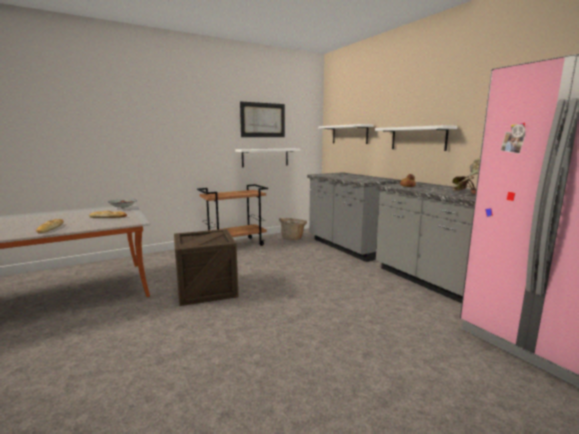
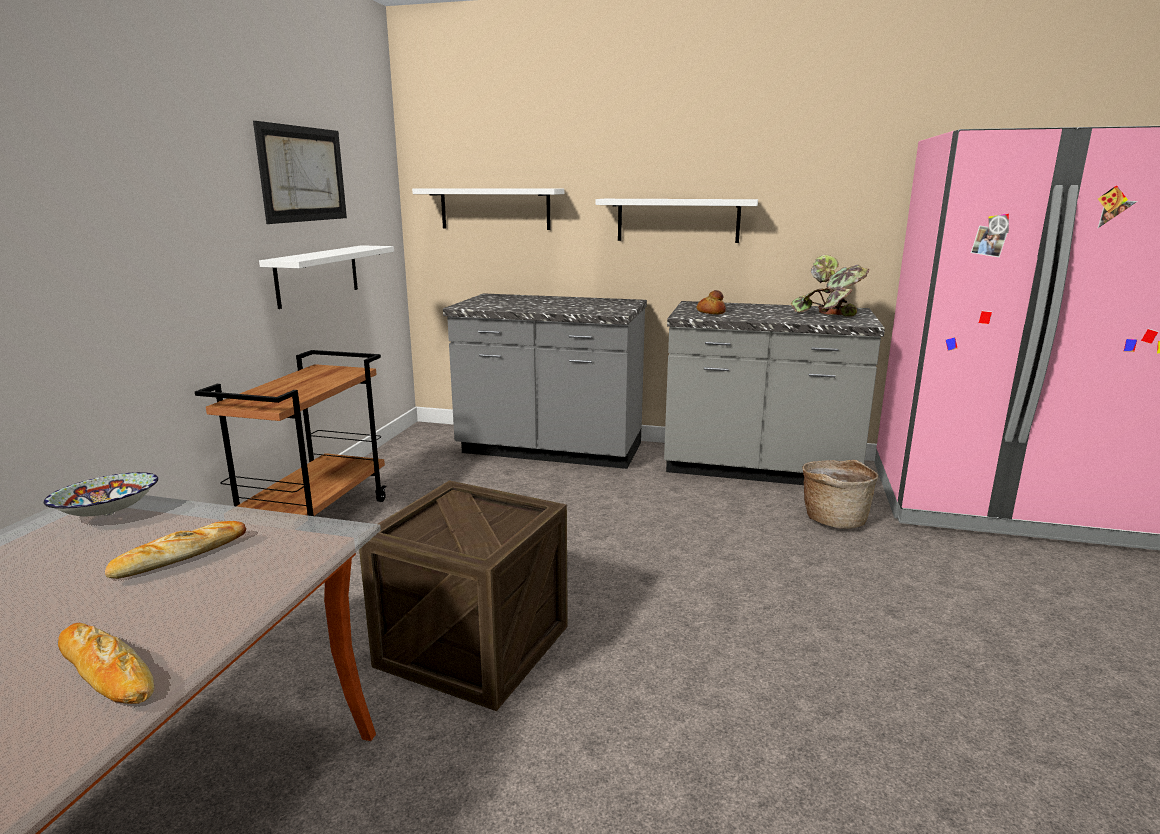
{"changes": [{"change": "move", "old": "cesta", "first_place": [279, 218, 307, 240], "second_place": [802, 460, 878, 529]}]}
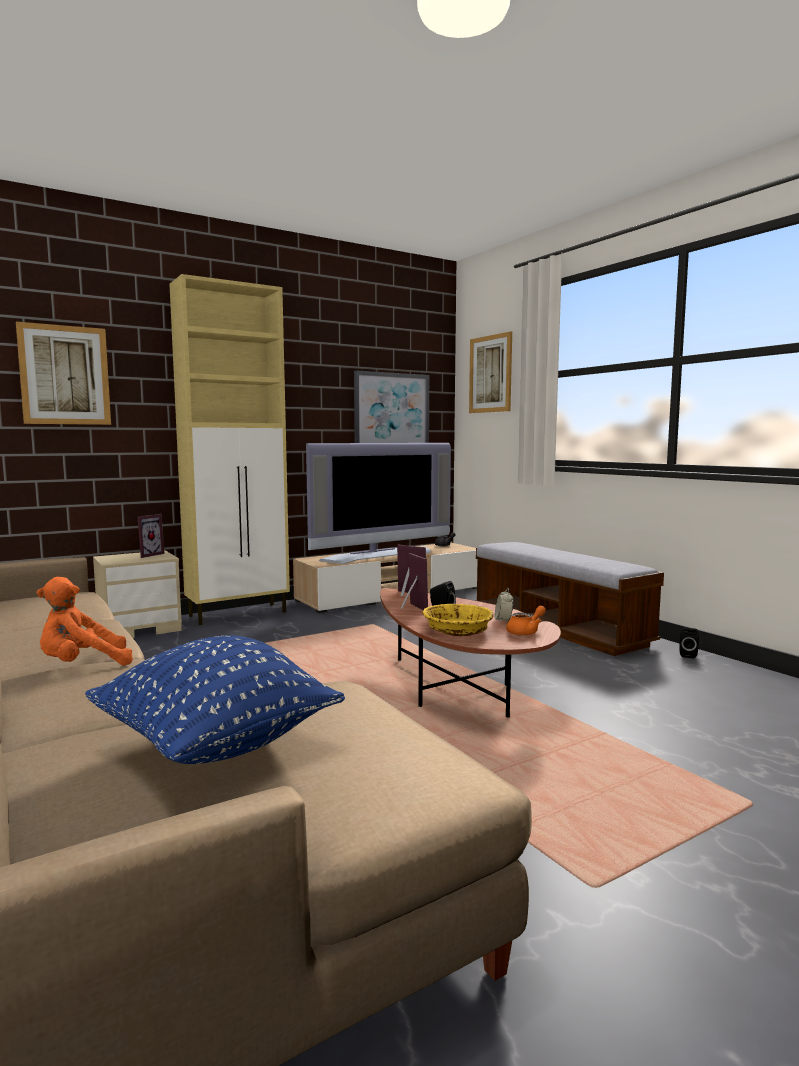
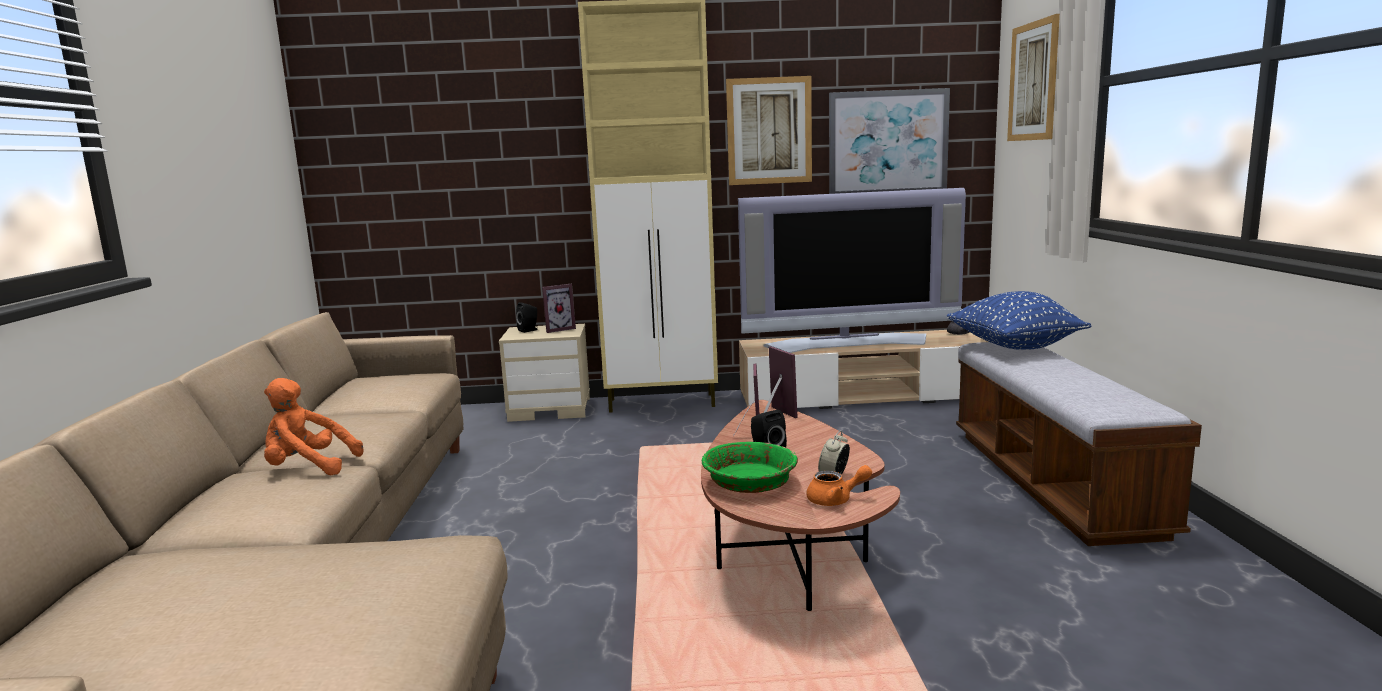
{"changes": [{"change": "move", "old": "cuadro", "first_place": [16, 322, 111, 425], "second_place": [726, 76, 812, 185]}, {"change": "move", "old": "cojín (azul)", "first_place": [85, 636, 345, 764], "second_place": [947, 291, 1091, 350]}, {"change": "recolor", "old": "cuenco (amarillo)", "new": "cuenco (verde)", "first_place": [423, 604, 494, 636], "second_place": [702, 442, 798, 493]}, {"change": "move", "old": "altavoz (negro)", "first_place": [679, 628, 699, 659], "second_place": [516, 302, 538, 333]}]}
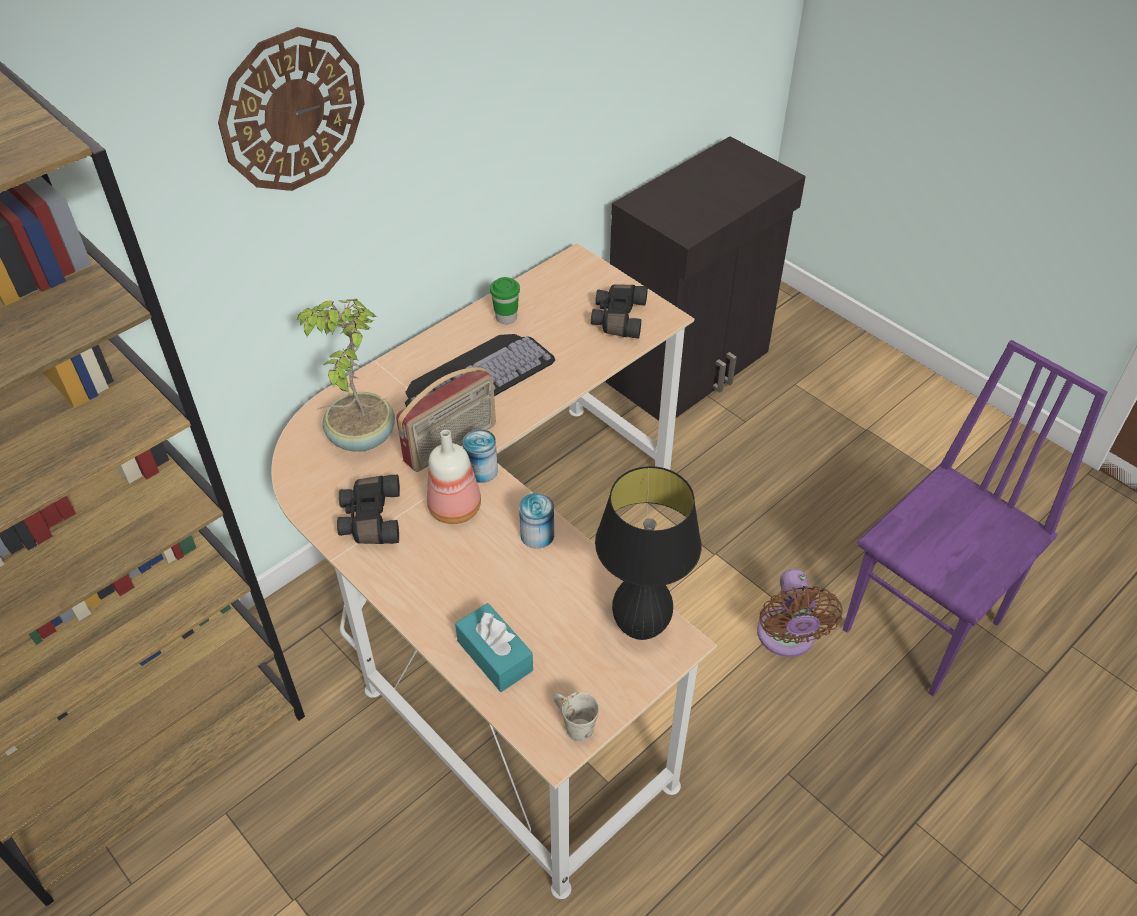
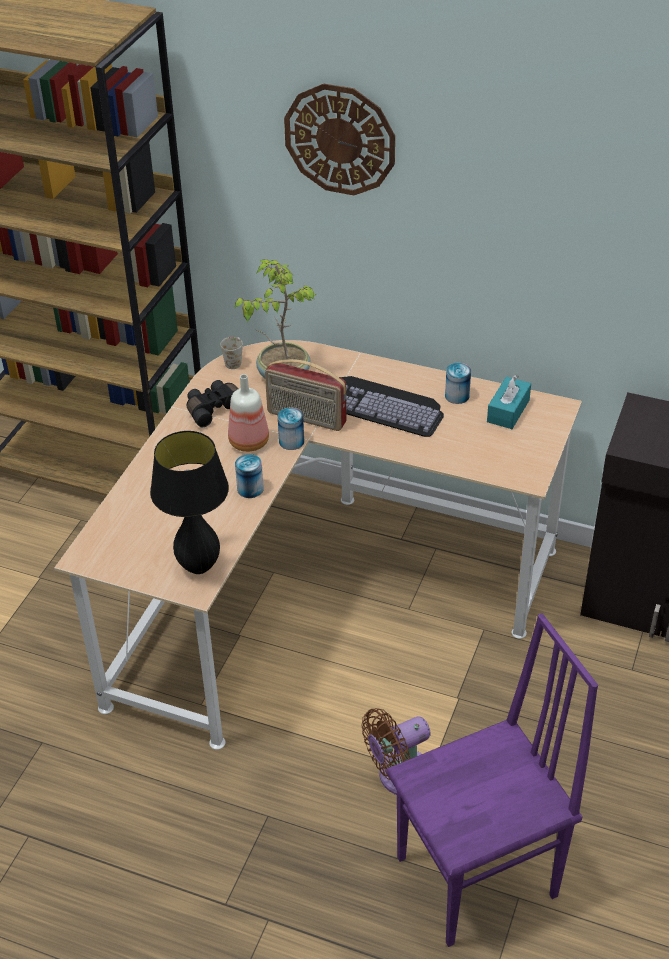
{"changes": [{"change": "move", "old": "caja de pañuelos (turquesa)", "first_place": [455, 603, 533, 692], "second_place": [487, 375, 531, 429]}, {"change": "replace", "old": "taza (verde)", "new": "lata", "first_place": [490, 277, 520, 324], "second_place": [445, 363, 471, 404]}, {"change": "move", "old": "taza grande (blanco)", "first_place": [553, 692, 599, 742], "second_place": [220, 337, 243, 369]}, {"change": "delete", "old": "prismáticos (negro)", "first_place": [591, 284, 648, 338]}, {"change": "rotate", "old": "silla (morado)", "first_place": [843, 340, 1108, 696], "second_place": [386, 613, 598, 947], "degrees": -45}]}
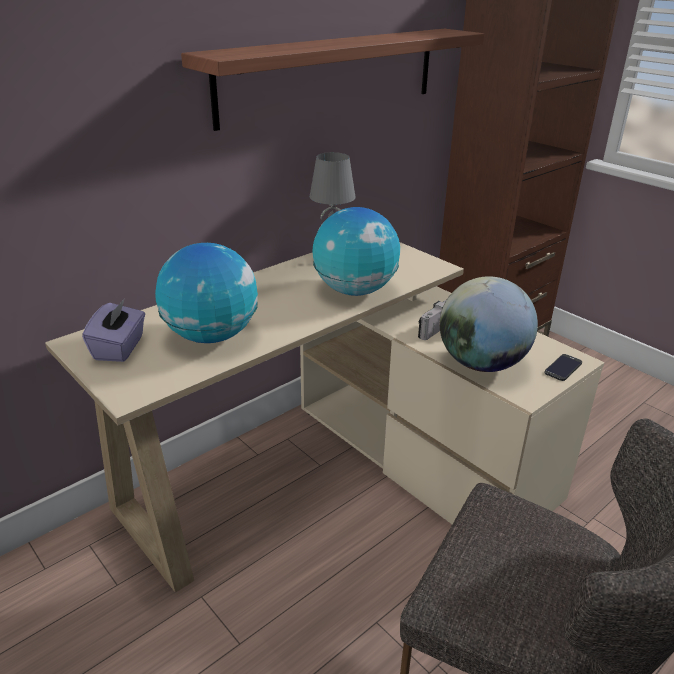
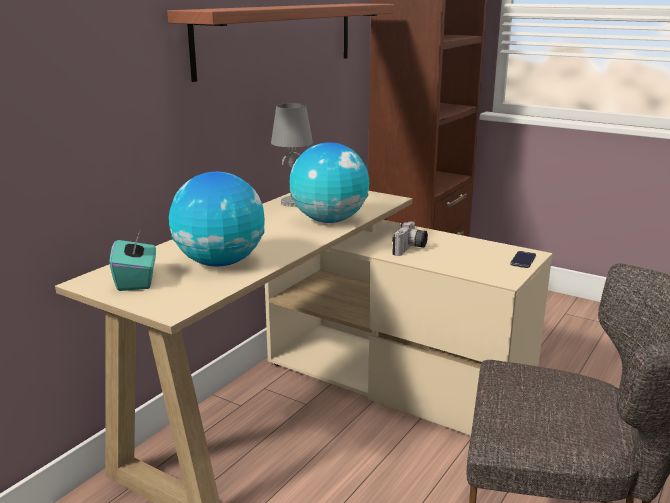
{"changes": [{"change": "recolor", "old": "caja de pañuelos (morado)", "new": "caja de pañuelos (turquesa)", "first_place": [82, 300, 145, 362], "second_place": [110, 232, 156, 291]}, {"change": "delete", "old": "globo terráqueo", "first_place": [440, 276, 538, 372]}]}
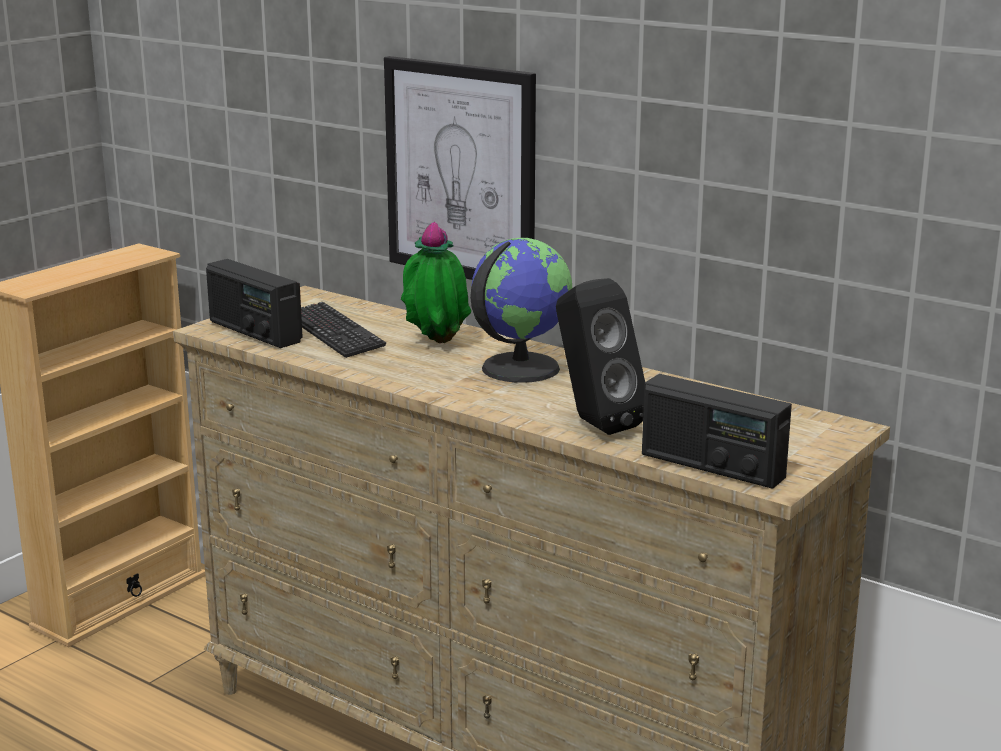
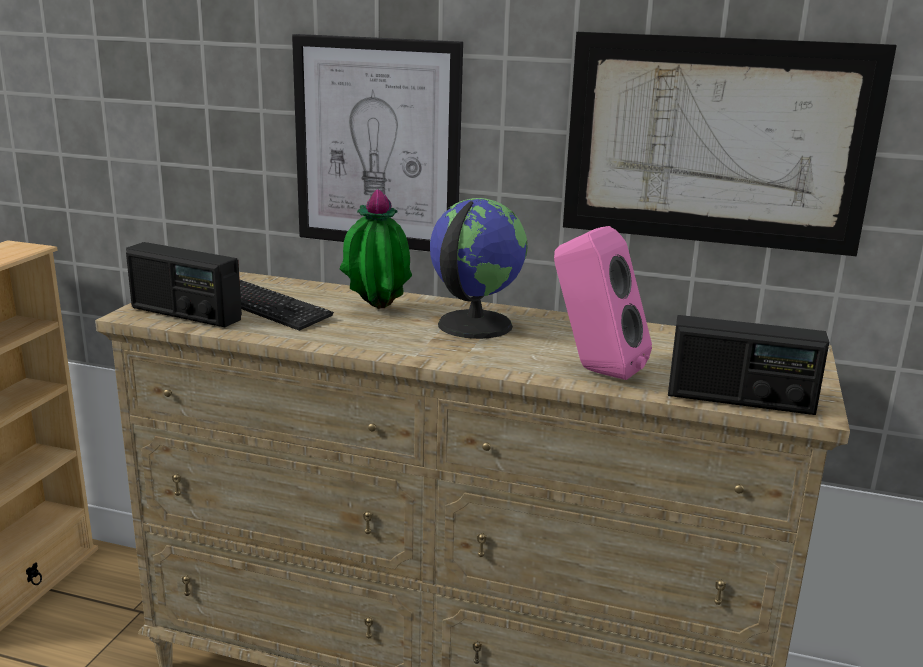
{"changes": [{"change": "recolor", "old": "altavoz (negro)", "new": "altavoz (rosa)", "first_place": [556, 278, 645, 435], "second_place": [554, 226, 652, 380]}, {"change": "insert", "new": "cuadro", "second_place": [563, 32, 897, 256]}]}
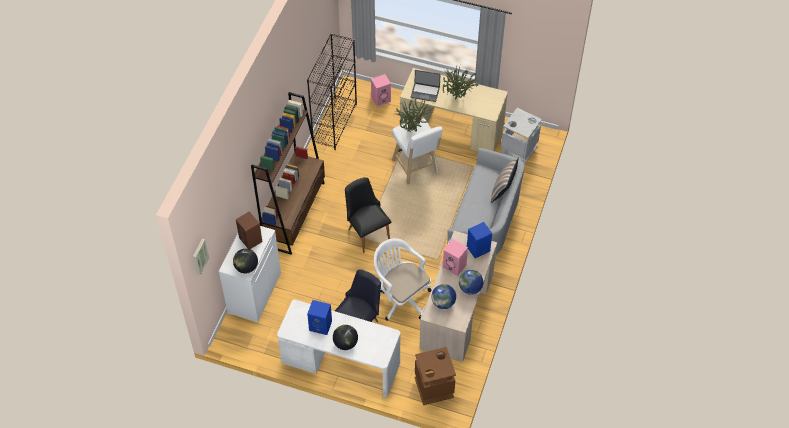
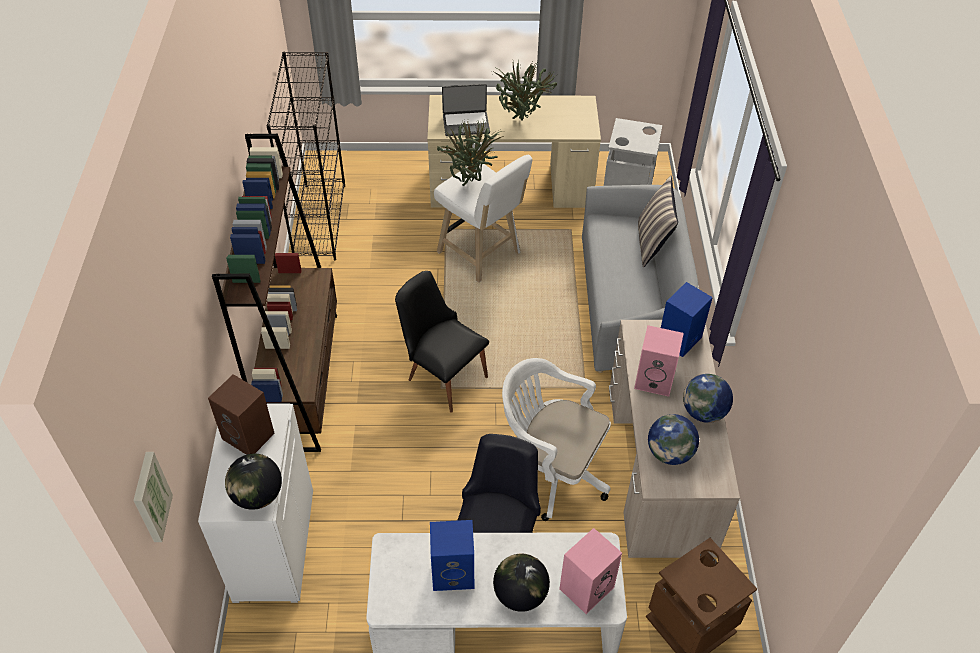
{"changes": [{"change": "move", "old": "altavoz (rosa)", "first_place": [371, 74, 391, 106], "second_place": [559, 528, 622, 614]}]}
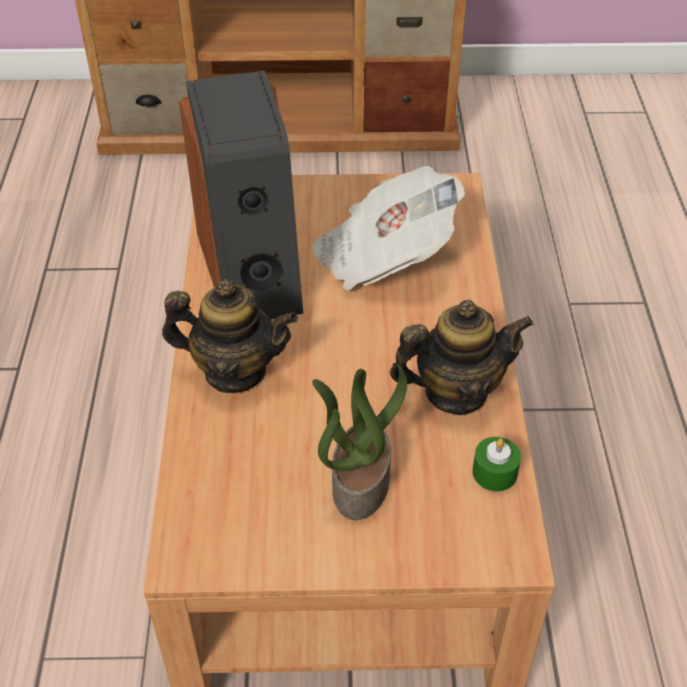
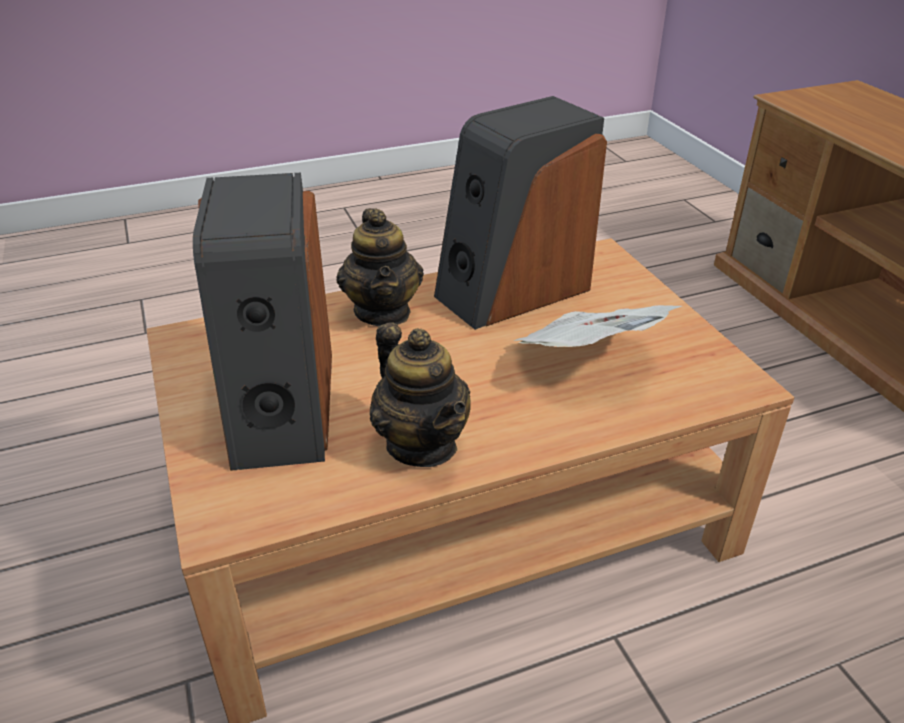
{"changes": [{"change": "replace", "old": "planta en maceta", "new": "altavoz", "first_place": [312, 365, 407, 520], "second_place": [193, 173, 332, 471]}, {"change": "delete", "old": "vela (verde)", "first_place": [472, 437, 521, 491]}]}
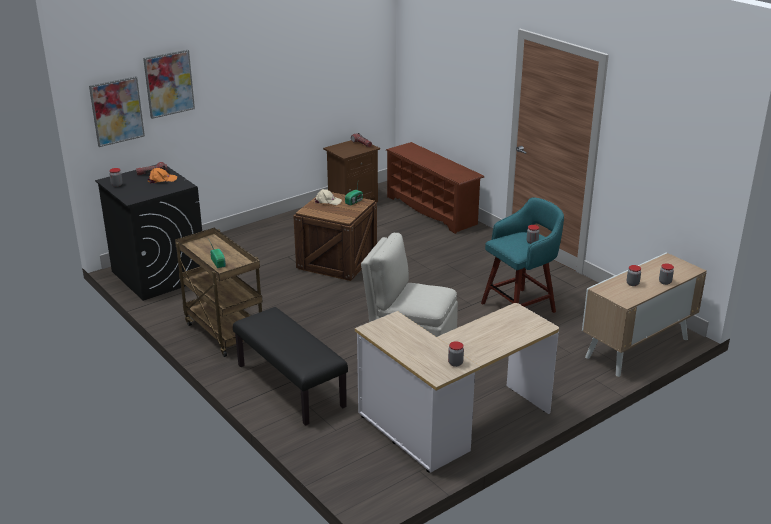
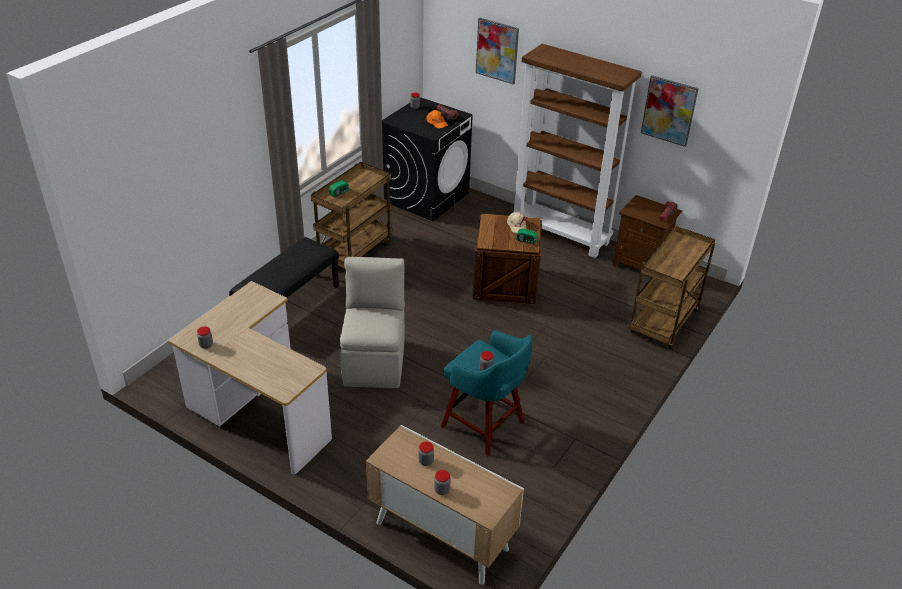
{"changes": [{"change": "move", "old": "cuadro", "first_place": [89, 76, 145, 147], "second_place": [641, 75, 699, 147]}, {"change": "replace", "old": "zapatero (marrón)", "new": "carrito (marrón)", "first_place": [386, 142, 484, 234], "second_place": [630, 226, 716, 349]}, {"change": "insert", "new": "estantería (marrón)", "second_place": [513, 44, 642, 258]}]}
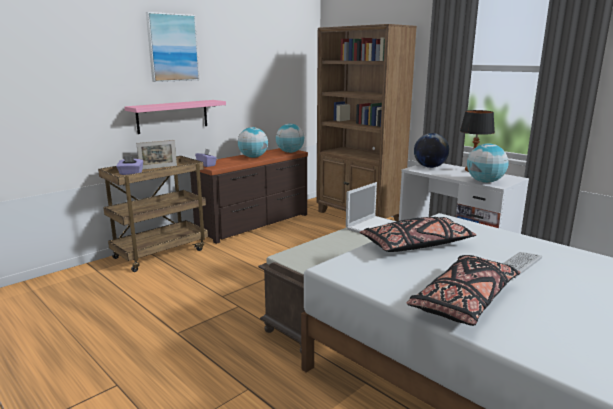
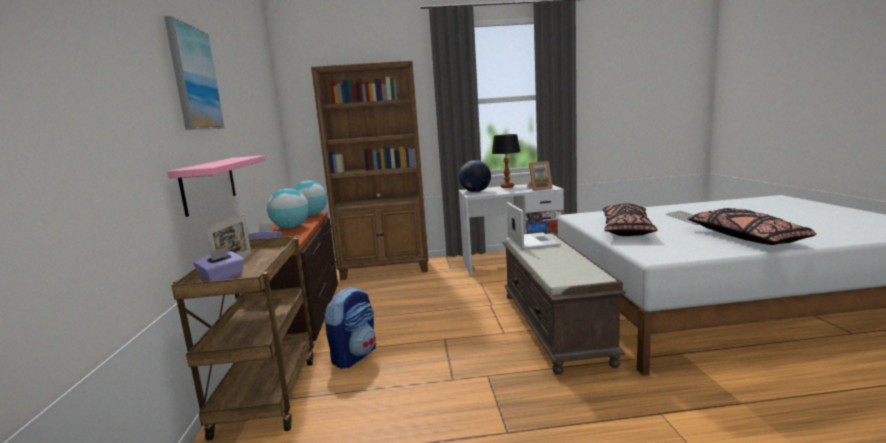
{"changes": [{"change": "replace", "old": "globo terráqueo", "new": "portarretratos", "first_place": [467, 143, 509, 183], "second_place": [528, 161, 553, 191]}, {"change": "insert", "new": "mochila", "second_place": [324, 287, 376, 369]}]}
